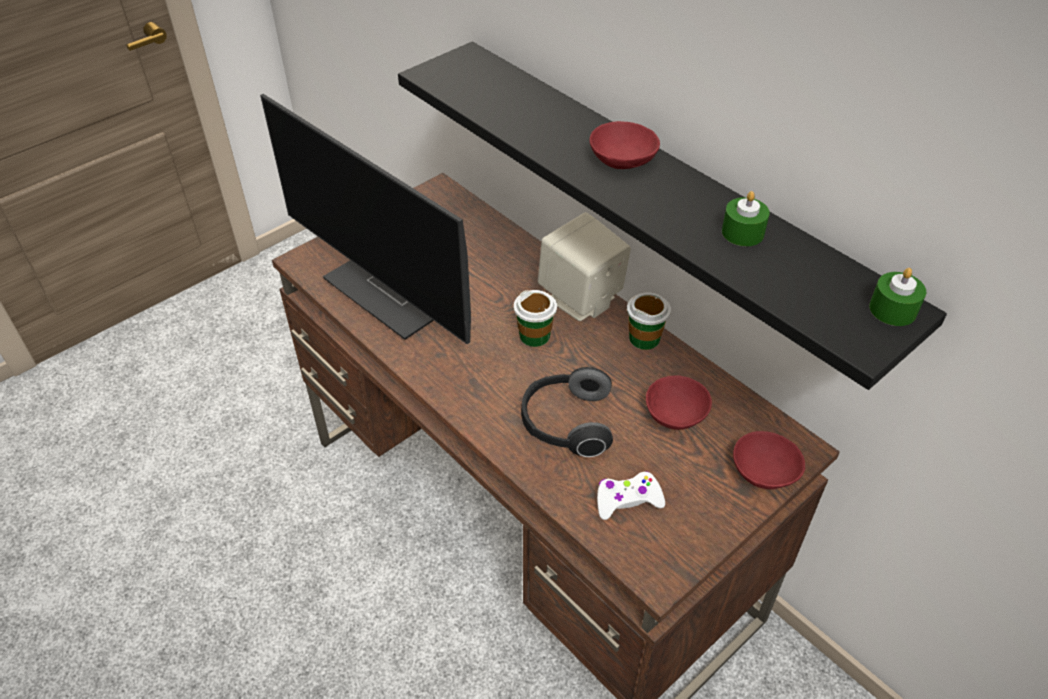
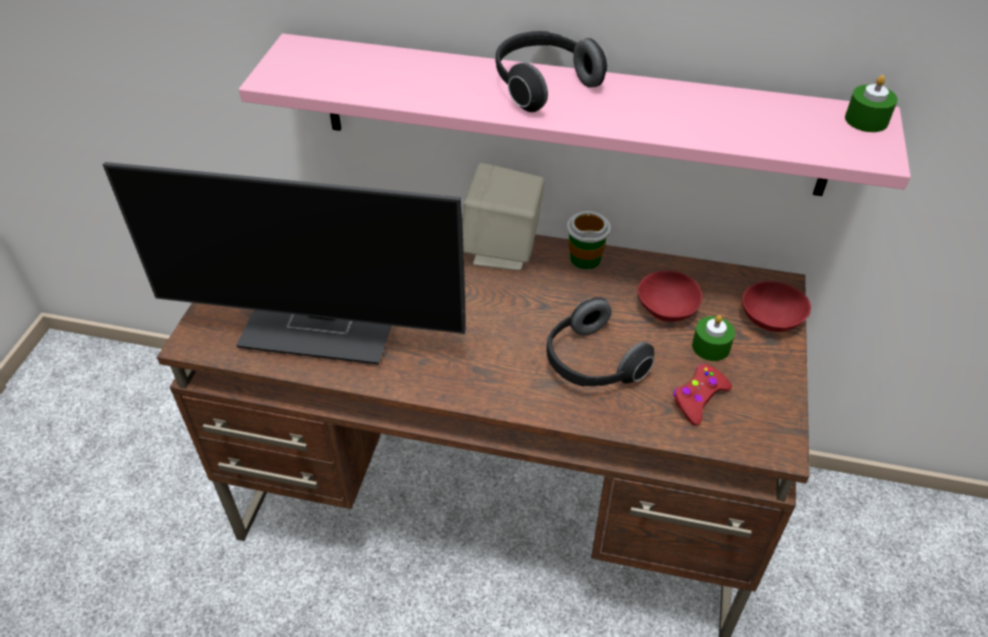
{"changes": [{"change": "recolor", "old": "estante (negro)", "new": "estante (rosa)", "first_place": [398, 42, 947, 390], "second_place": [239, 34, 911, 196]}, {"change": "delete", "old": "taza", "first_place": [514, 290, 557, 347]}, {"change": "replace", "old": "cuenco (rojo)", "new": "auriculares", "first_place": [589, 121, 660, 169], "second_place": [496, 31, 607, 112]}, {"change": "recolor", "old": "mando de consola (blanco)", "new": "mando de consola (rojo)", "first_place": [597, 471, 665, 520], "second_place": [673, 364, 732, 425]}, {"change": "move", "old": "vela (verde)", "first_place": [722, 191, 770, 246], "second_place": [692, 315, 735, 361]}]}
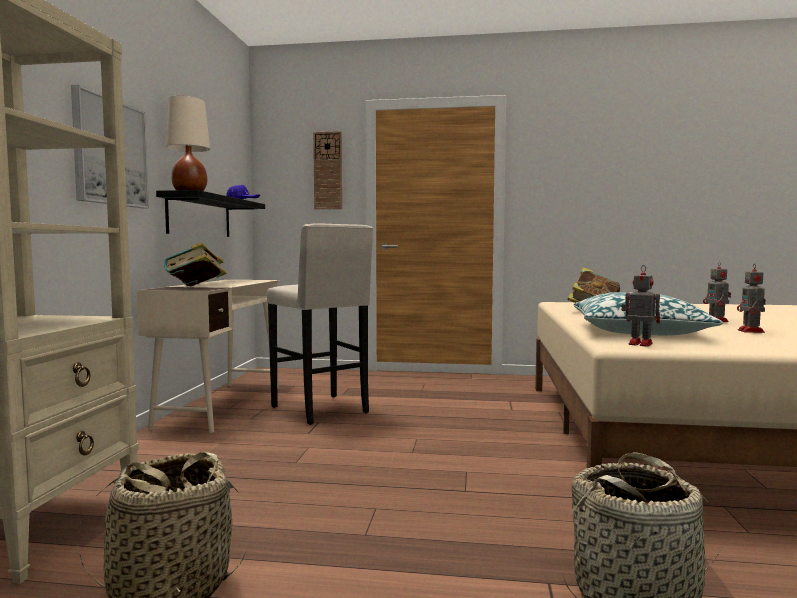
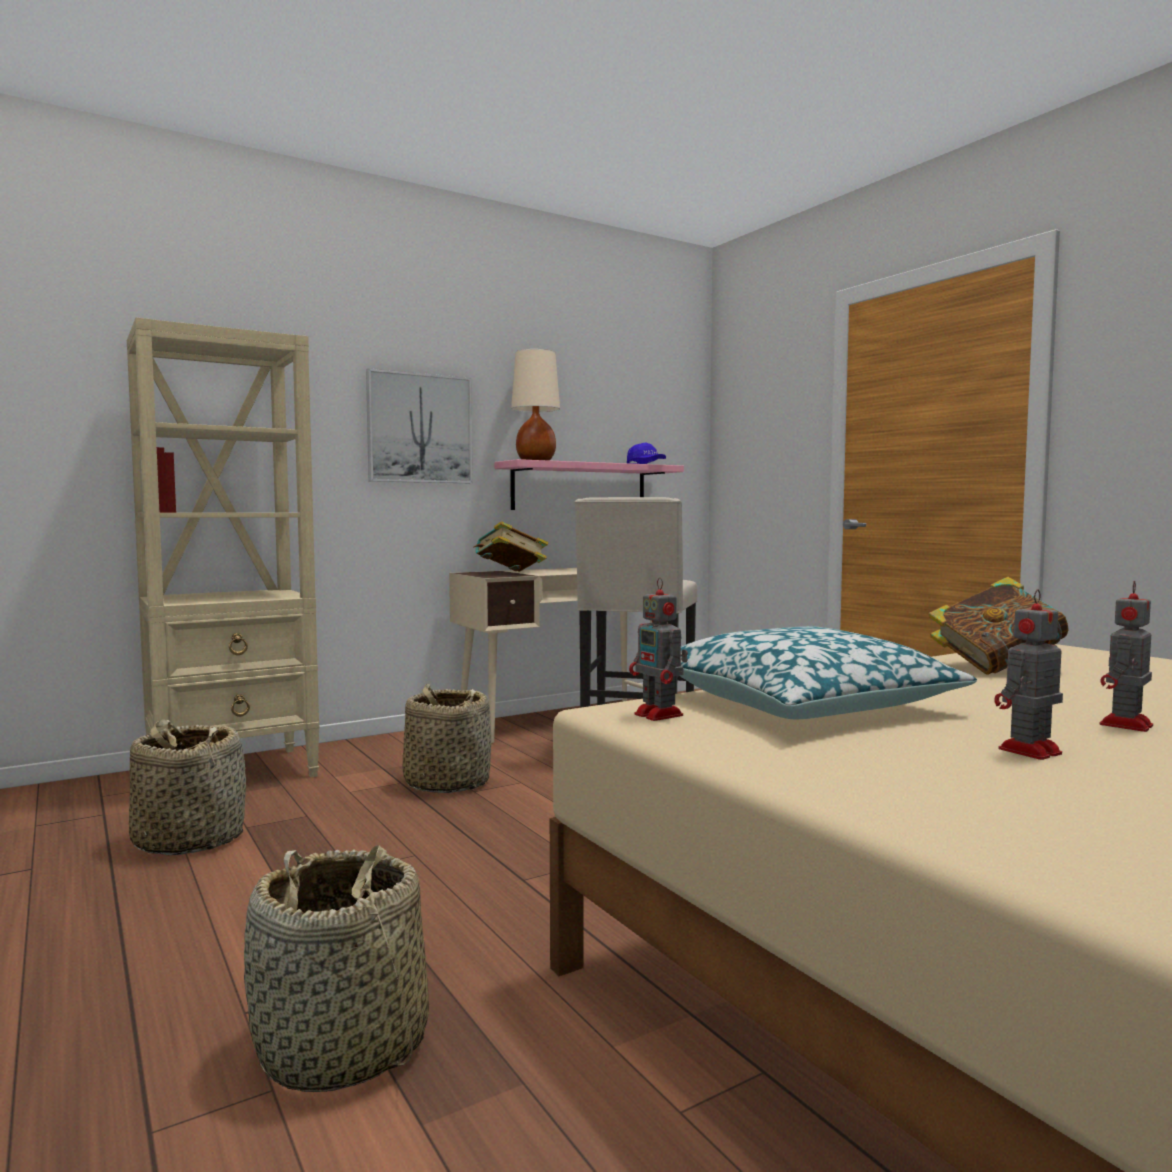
{"changes": [{"change": "recolor", "old": "estante (negro)", "new": "estante (rosa)", "first_place": [156, 190, 265, 237], "second_place": [495, 459, 684, 510]}, {"change": "delete", "old": "reloj de pared", "first_place": [313, 131, 342, 209]}, {"change": "rotate", "old": "robot de juguete", "first_place": [621, 265, 660, 347], "second_place": [629, 577, 688, 721], "degrees": 150}, {"change": "insert", "new": "cesta", "second_place": [403, 683, 491, 793]}]}
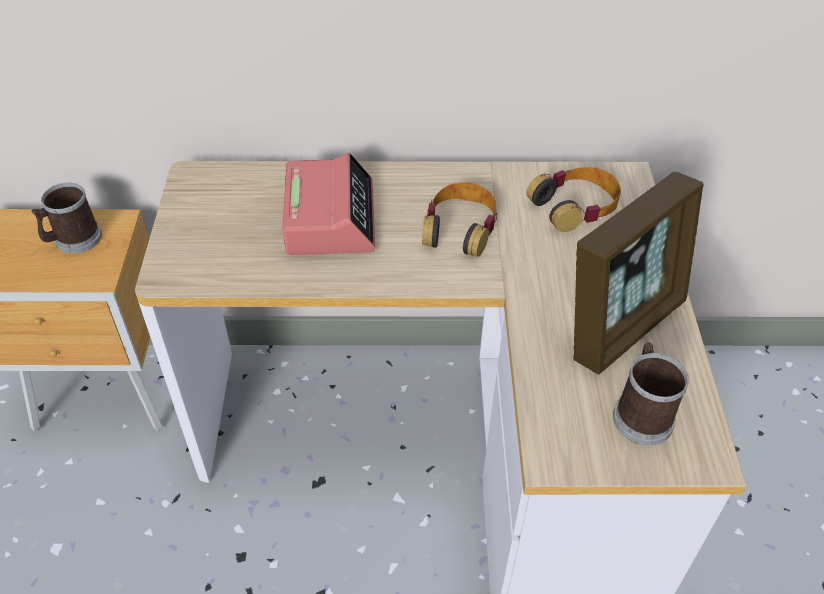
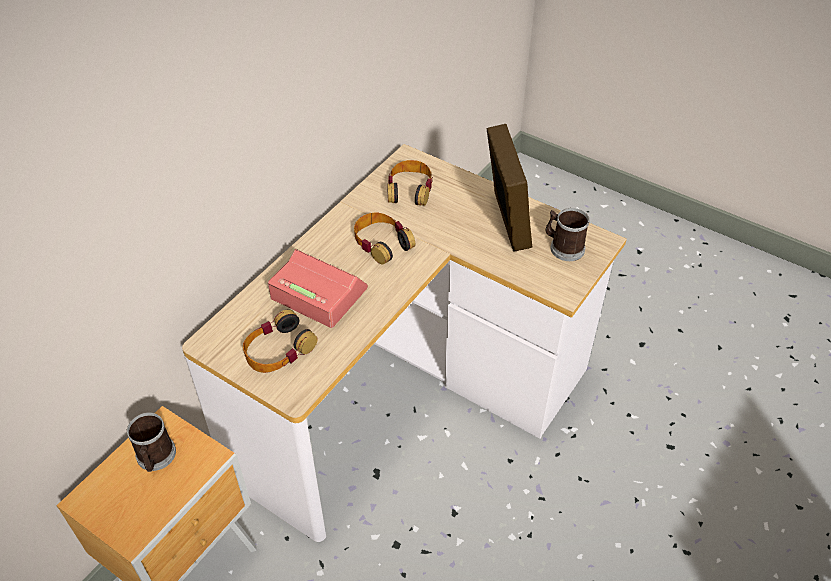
{"changes": [{"change": "insert", "new": "auriculares", "second_place": [243, 310, 318, 373]}]}
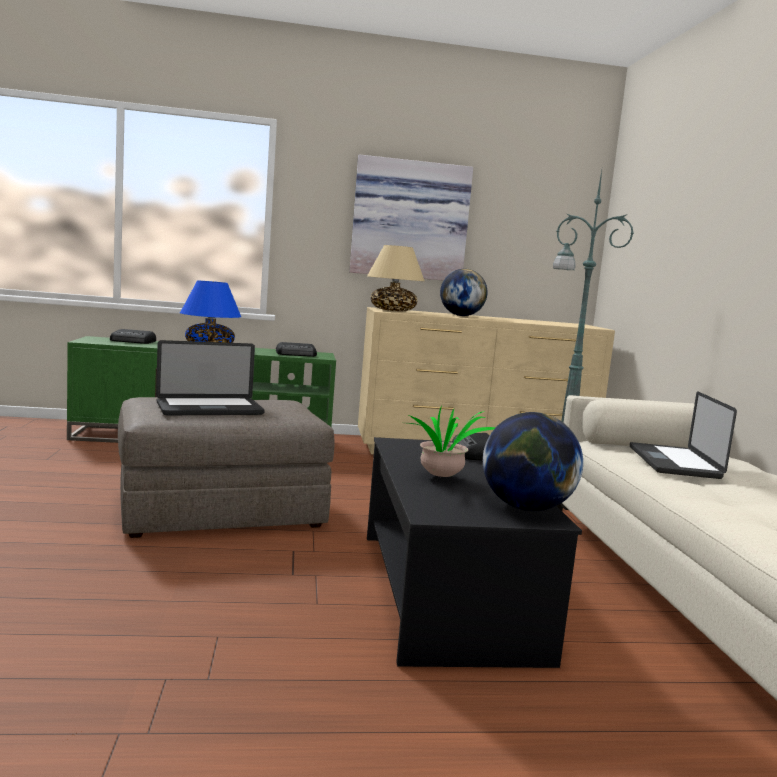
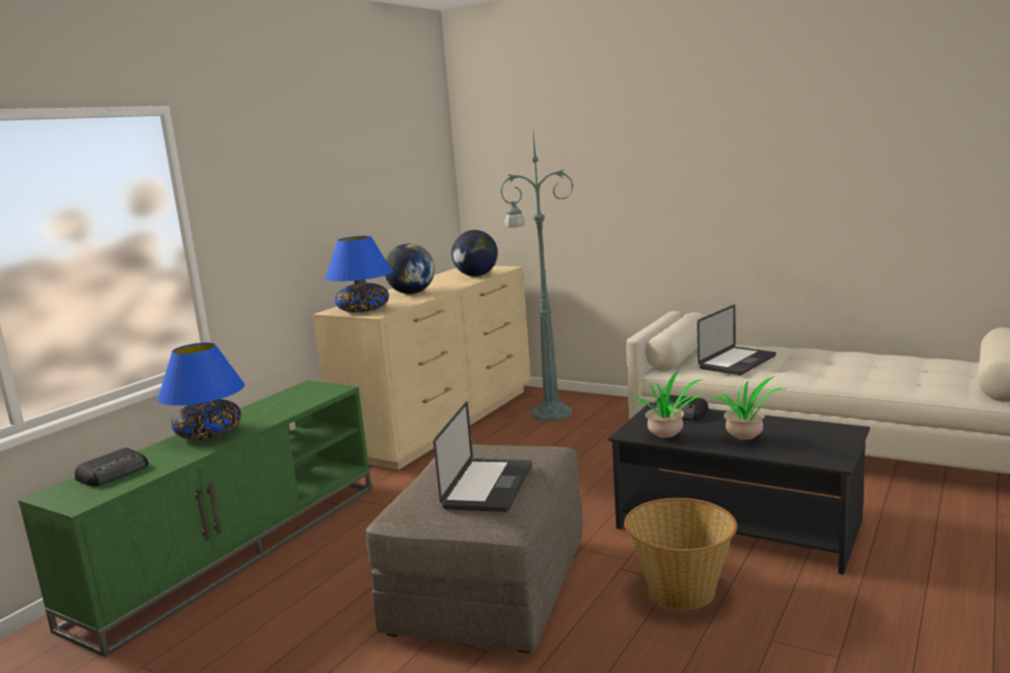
{"changes": [{"change": "delete", "old": "radio", "first_place": [276, 342, 317, 357]}, {"change": "delete", "old": "cuadro", "first_place": [349, 154, 473, 281]}, {"change": "recolor", "old": "lámpara de mesa (beis)", "new": "lámpara de mesa (azul)", "first_place": [367, 245, 424, 311], "second_place": [325, 236, 393, 312]}, {"change": "move", "old": "globo terráqueo", "first_place": [483, 412, 583, 511], "second_place": [451, 230, 498, 276]}, {"change": "rotate", "old": "portátil", "first_place": [630, 391, 737, 479], "second_place": [697, 305, 776, 375], "degrees": -90}, {"change": "insert", "new": "cesta", "second_place": [624, 498, 737, 610]}, {"change": "insert", "new": "planta en maceta", "second_place": [633, 371, 703, 438]}]}
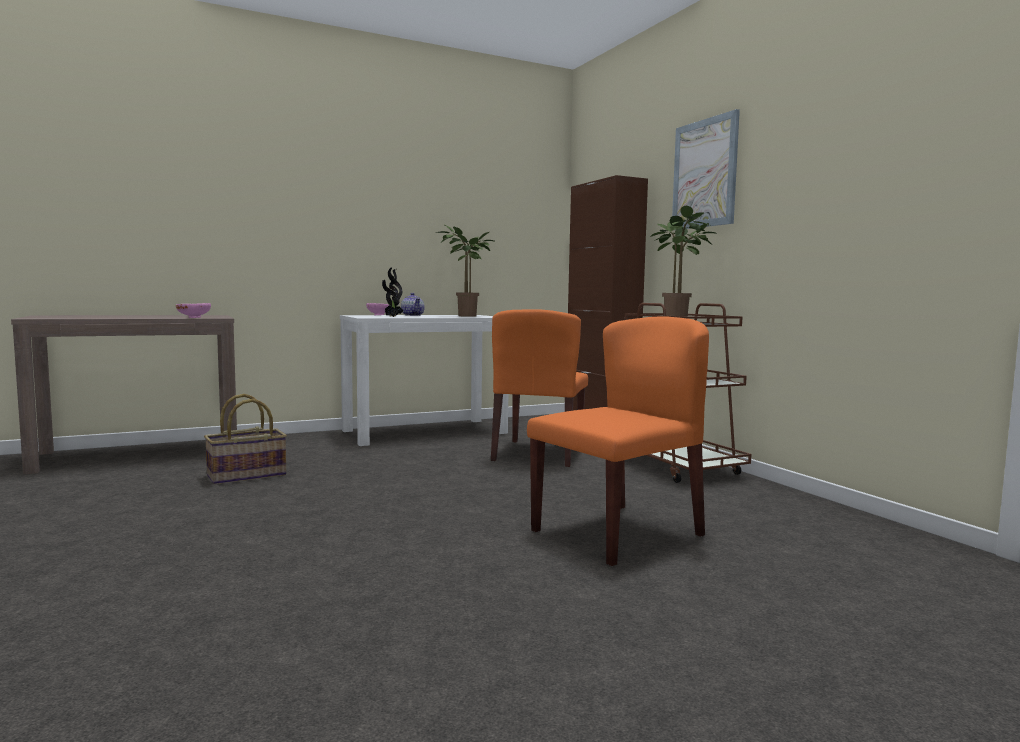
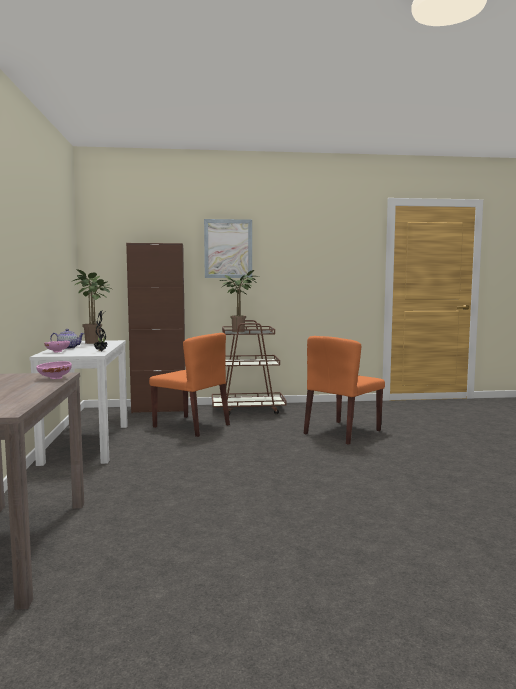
{"changes": [{"change": "delete", "old": "cesta", "first_place": [204, 394, 287, 484]}, {"change": "rotate", "old": "silla (naranja)", "first_place": [527, 316, 709, 566], "second_place": [303, 336, 385, 445], "degrees": -120}]}
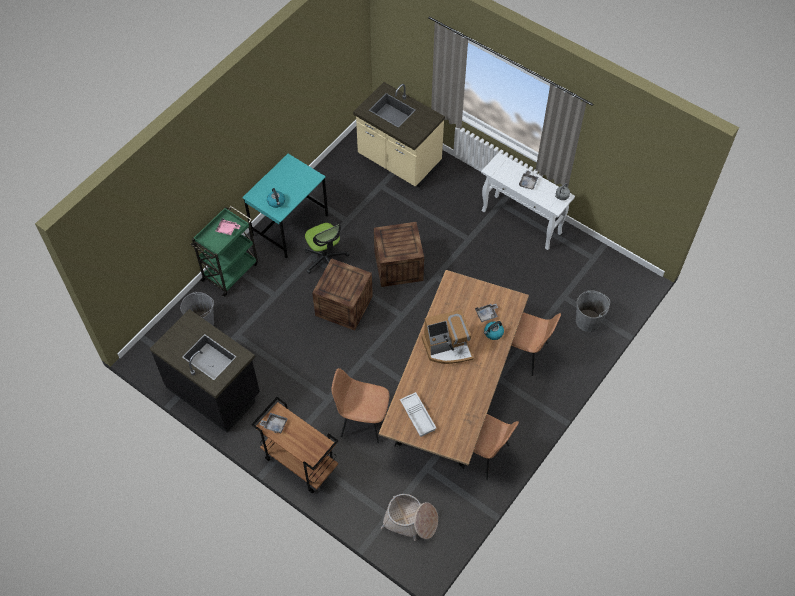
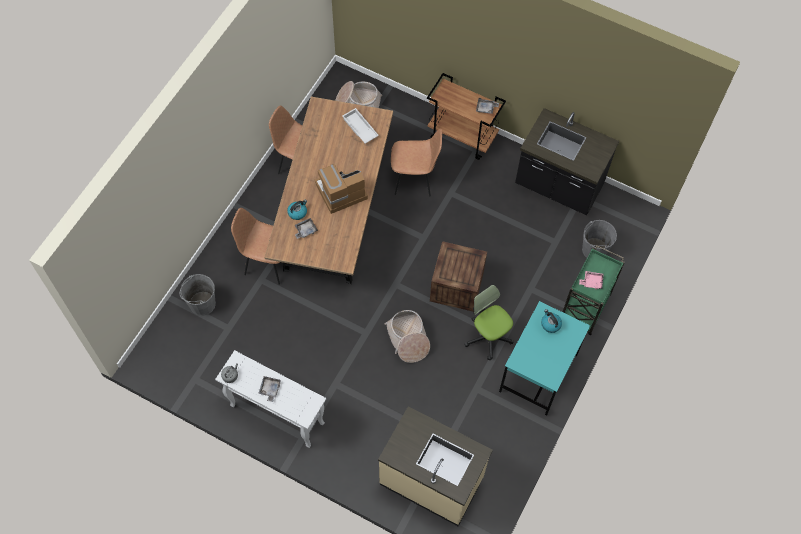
{"changes": [{"change": "replace", "old": "caja de embalaje", "new": "cesta", "first_place": [374, 222, 424, 287], "second_place": [385, 310, 430, 363]}]}
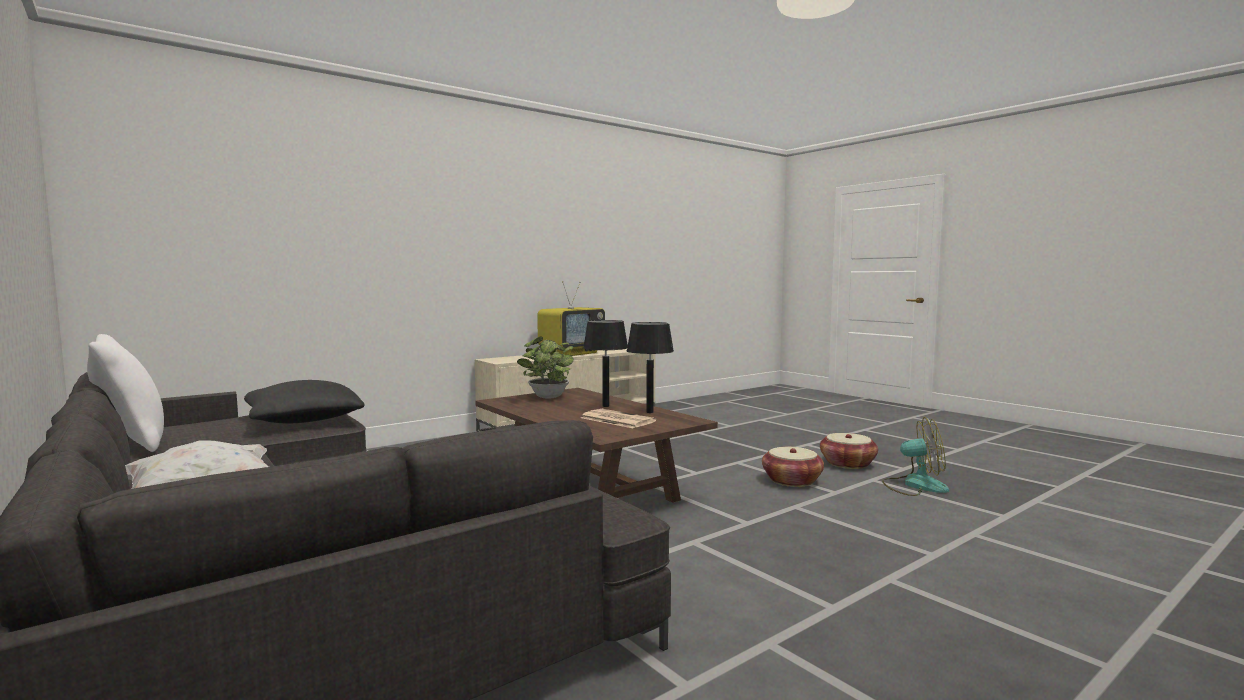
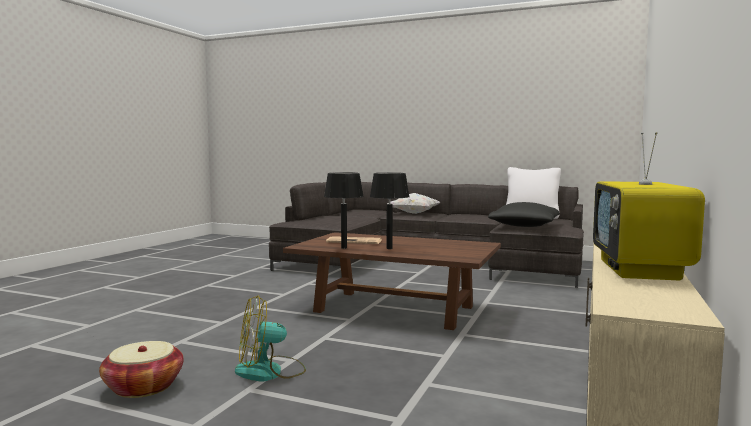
{"changes": [{"change": "delete", "old": "planta en maceta", "first_place": [517, 336, 574, 399]}, {"change": "delete", "old": "cesta", "first_place": [762, 447, 824, 487]}, {"change": "move", "old": "ventilador", "first_place": [882, 417, 949, 496], "second_place": [235, 296, 306, 381]}]}
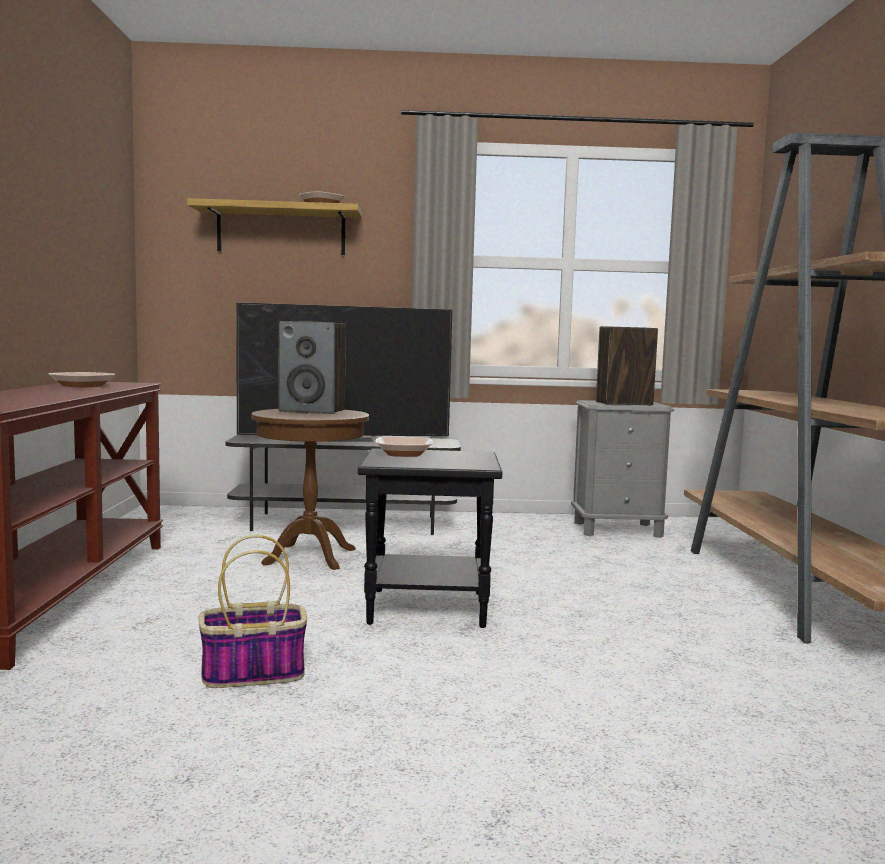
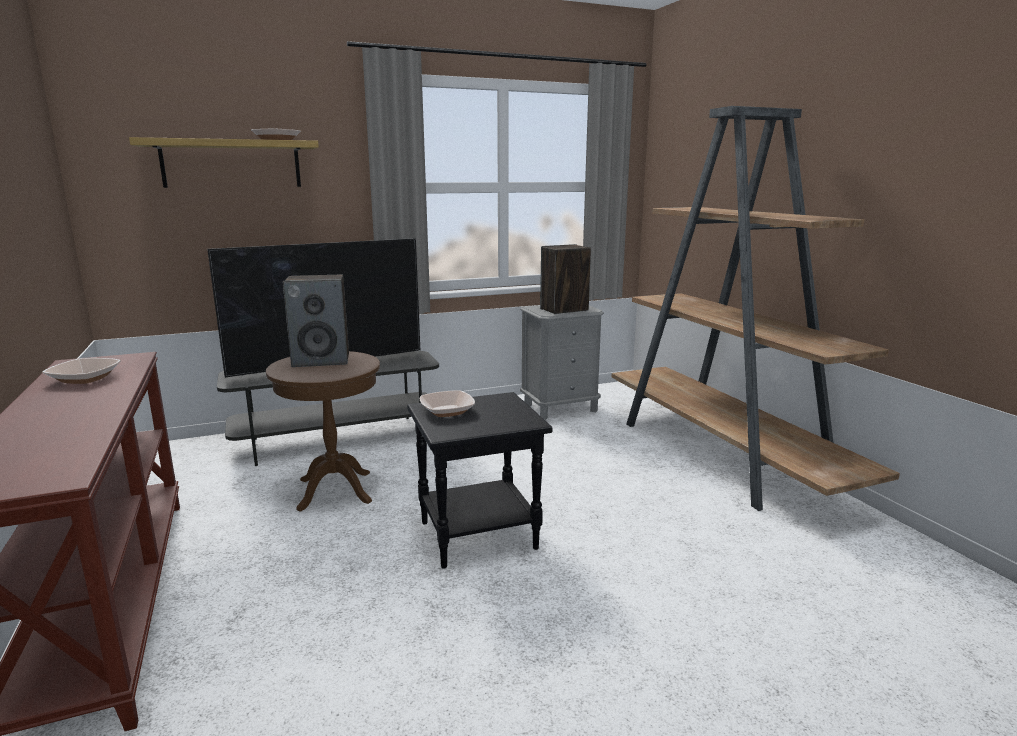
{"changes": [{"change": "delete", "old": "cesta", "first_place": [199, 535, 307, 688]}]}
